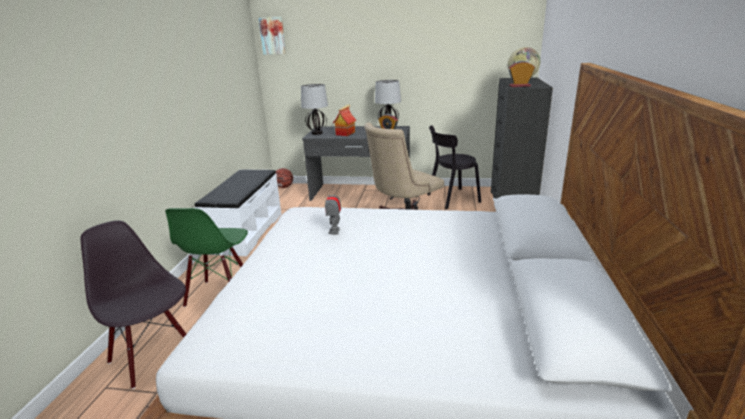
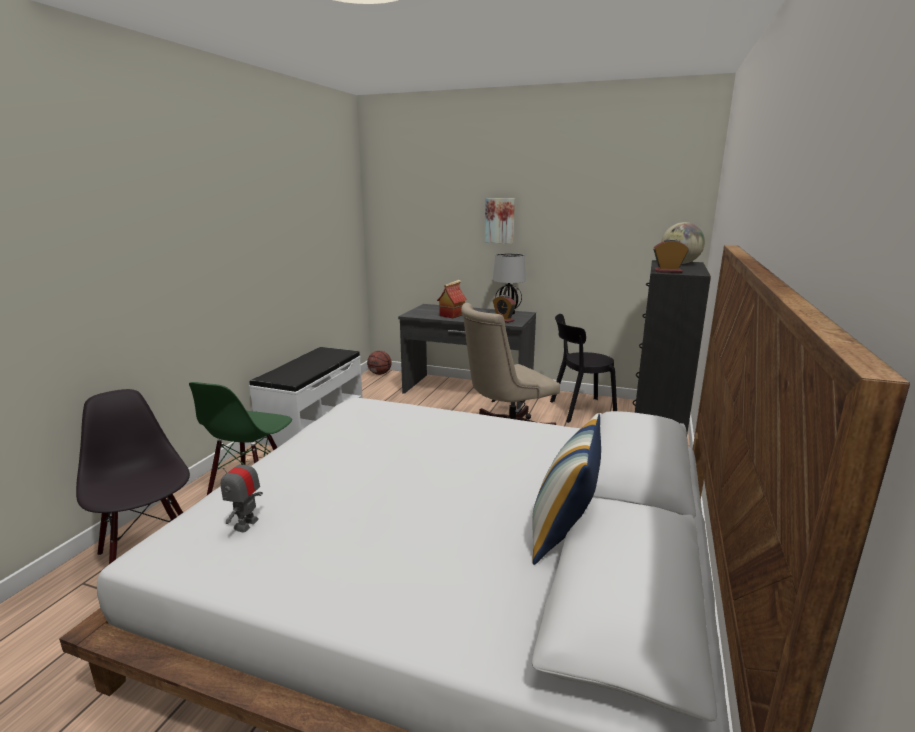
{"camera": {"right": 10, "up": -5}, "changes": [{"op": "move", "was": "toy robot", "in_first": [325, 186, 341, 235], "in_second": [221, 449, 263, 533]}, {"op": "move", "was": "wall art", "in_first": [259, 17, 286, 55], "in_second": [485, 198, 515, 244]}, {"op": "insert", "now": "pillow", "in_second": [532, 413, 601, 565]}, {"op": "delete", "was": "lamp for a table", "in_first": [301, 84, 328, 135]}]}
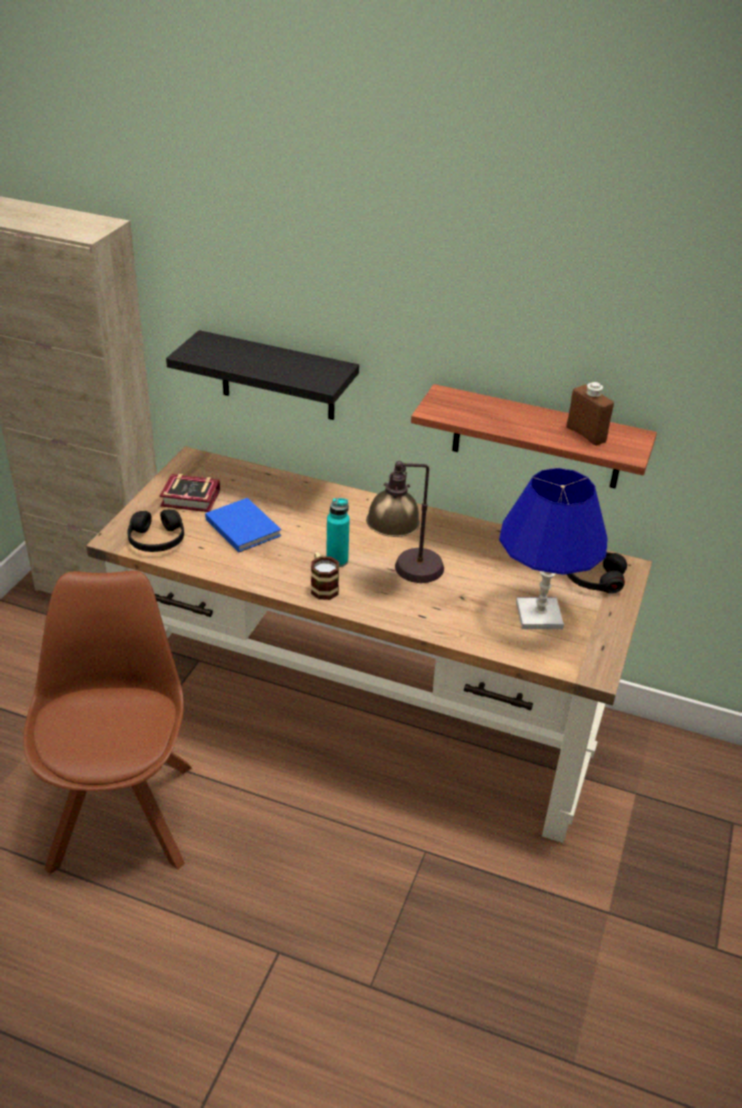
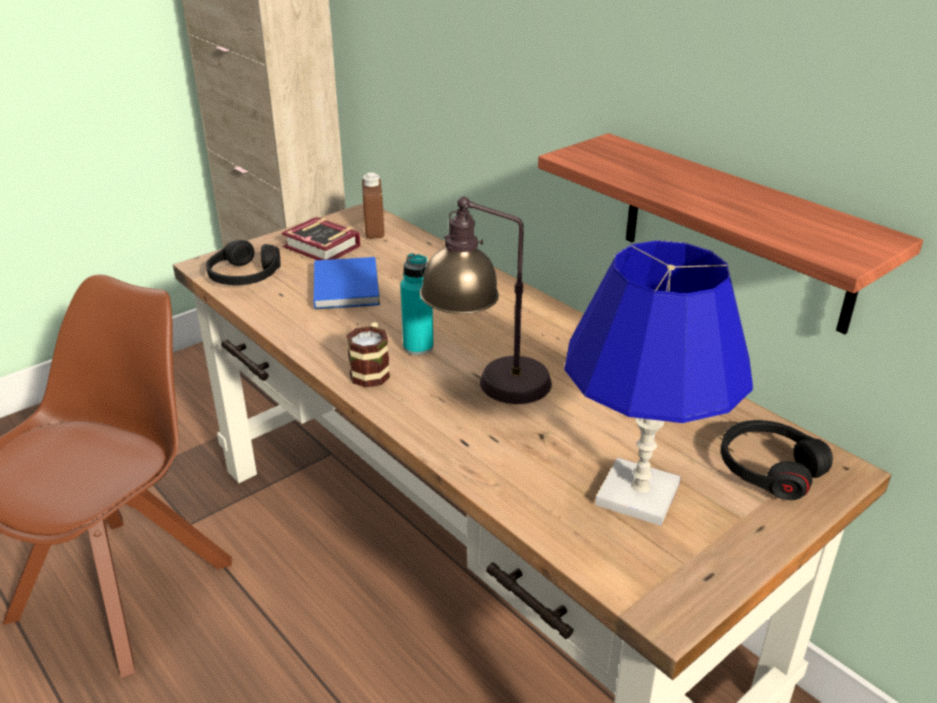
{"camera": {"right": 30, "up": -5}, "changes": [{"op": "move", "was": "brownish bottle", "in_first": [566, 382, 614, 446], "in_second": [362, 172, 384, 239]}, {"op": "delete", "was": "black shelf", "in_first": [166, 330, 359, 420]}]}
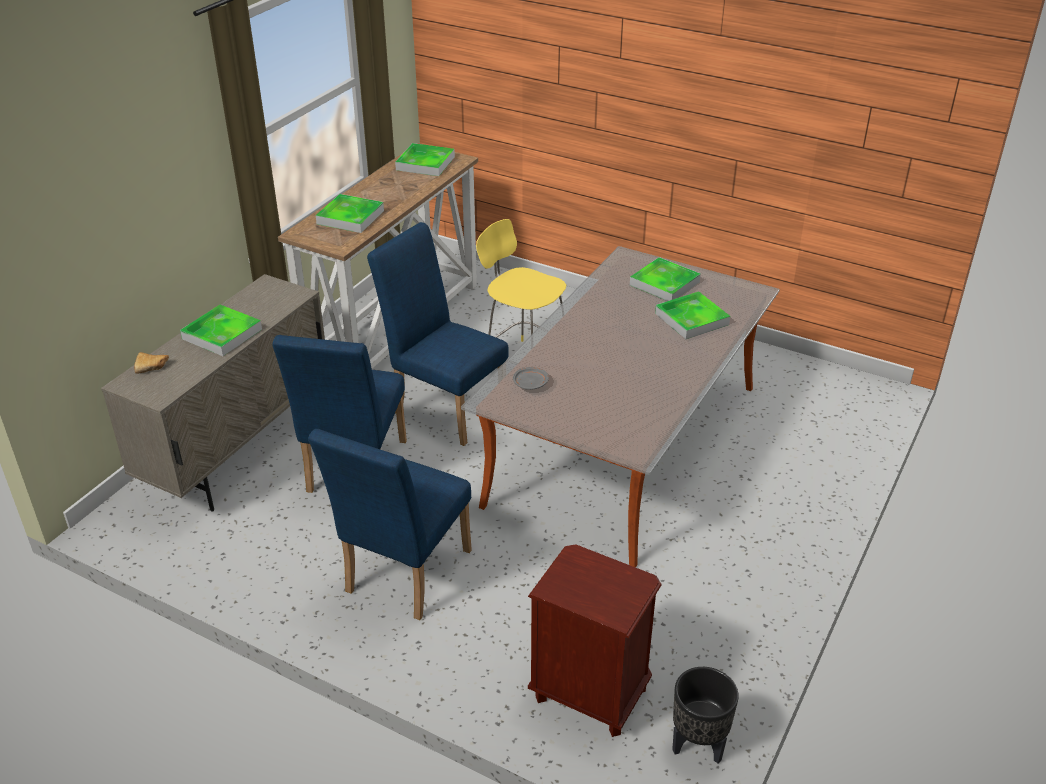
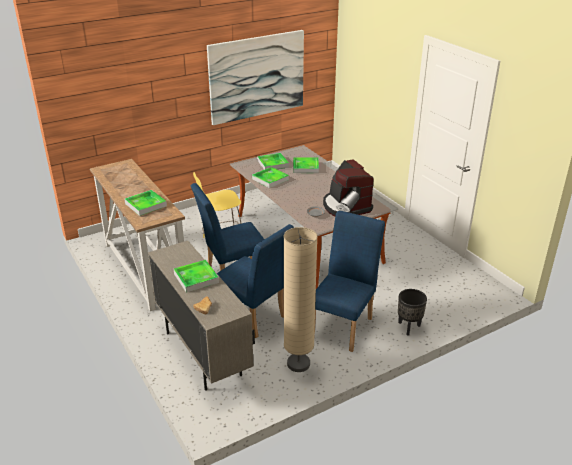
{"camera": {"right": -60, "up": -5}, "changes": [{"op": "insert", "now": "wall art", "in_second": [207, 30, 304, 125]}, {"op": "move", "was": "tray", "in_first": [395, 143, 455, 176], "in_second": [252, 167, 289, 188]}, {"op": "insert", "now": "beige standard lamp", "in_second": [283, 227, 318, 372]}, {"op": "rotate", "was": "blue chair", "in_first": [308, 429, 472, 620], "in_second": [314, 211, 385, 352], "clockwise": -120}, {"op": "insert", "now": "coffee maker", "in_second": [323, 159, 374, 216]}, {"op": "move", "was": "black flower pot", "in_first": [672, 667, 739, 763], "in_second": [398, 289, 427, 336]}, {"op": "delete", "was": "brownish nightstand", "in_first": [528, 544, 662, 737]}]}
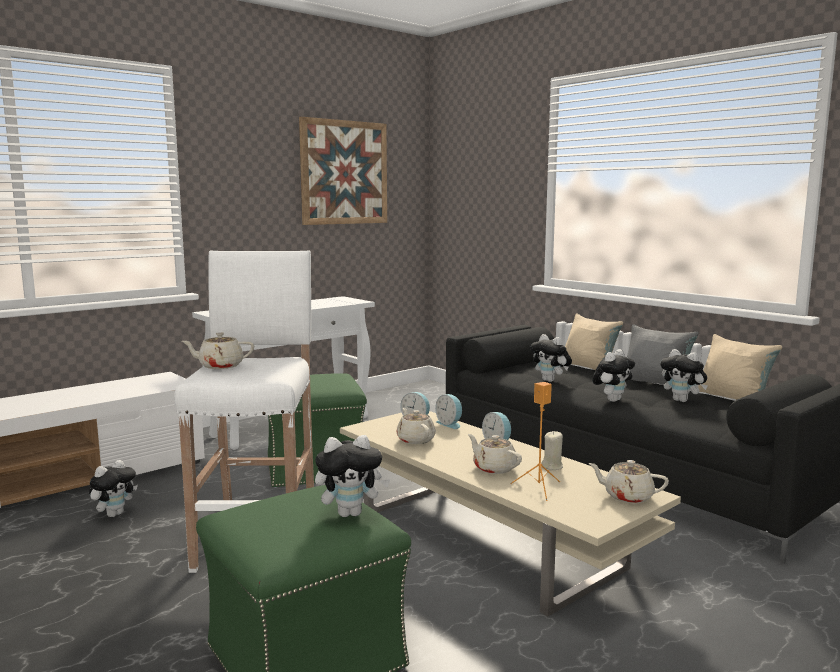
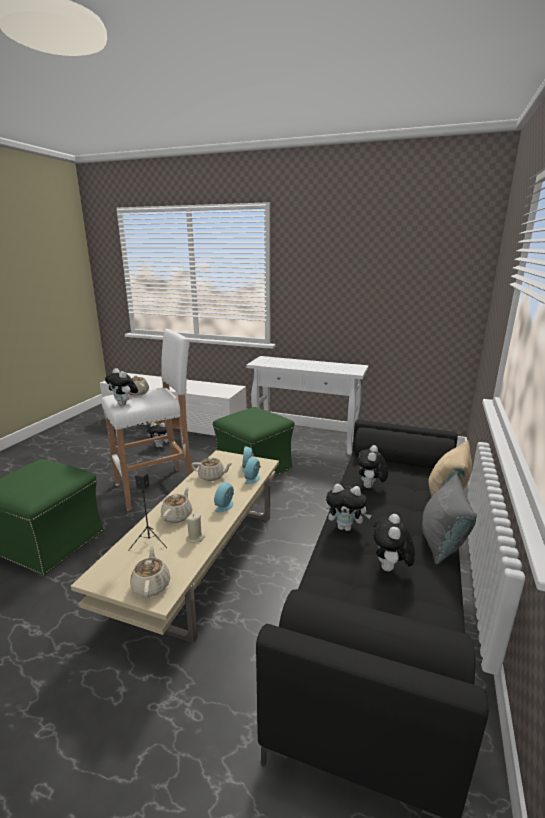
{"camera": {"right": 60, "up": 10}, "changes": [{"op": "move", "was": "cuddly toy", "in_first": [315, 435, 390, 517], "in_second": [105, 368, 138, 406]}, {"op": "recolor", "was": "orange-coloured loudspeaker", "now": "black loudspeaker", "in_first": [510, 382, 560, 501], "in_second": [129, 471, 167, 549]}, {"op": "rotate", "was": "beige tea pot", "in_first": [396, 408, 436, 444], "in_second": [191, 457, 233, 481], "clockwise": 60}, {"op": "delete", "was": "wall art", "in_first": [299, 117, 387, 225]}, {"op": "delete", "was": "beige pillow", "in_first": [698, 334, 782, 400]}]}
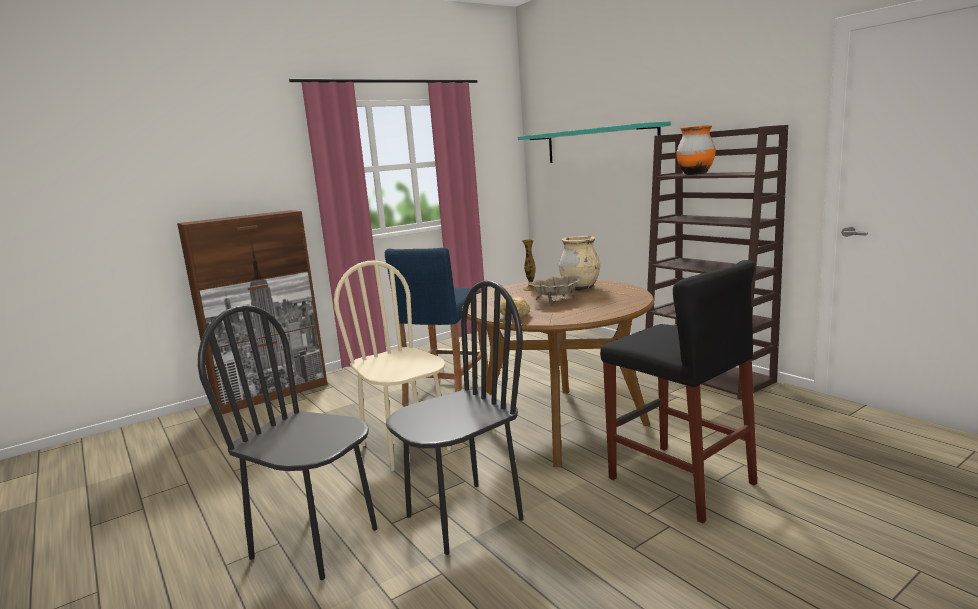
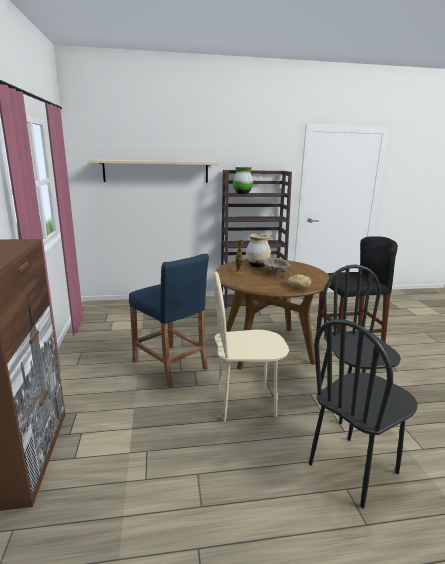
{"camera": {"right": -65, "up": 5}, "changes": [{"op": "recolor", "was": "turquoise-coloured shelf", "now": "beige shelf", "in_first": [518, 121, 671, 163], "in_second": [89, 160, 219, 183]}, {"op": "recolor", "was": "orange-coloured vase", "now": "green-coloured vase", "in_first": [676, 125, 716, 175], "in_second": [233, 167, 253, 194]}]}
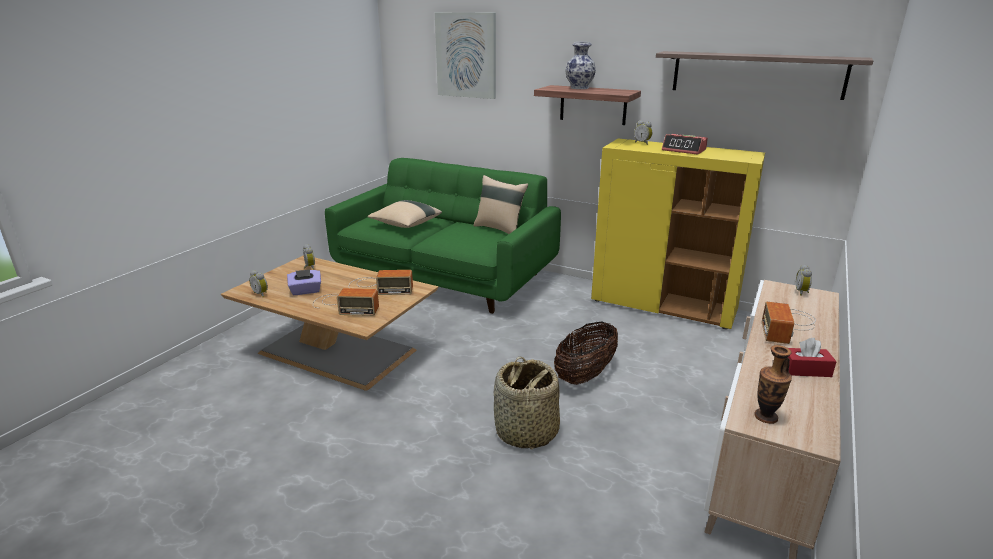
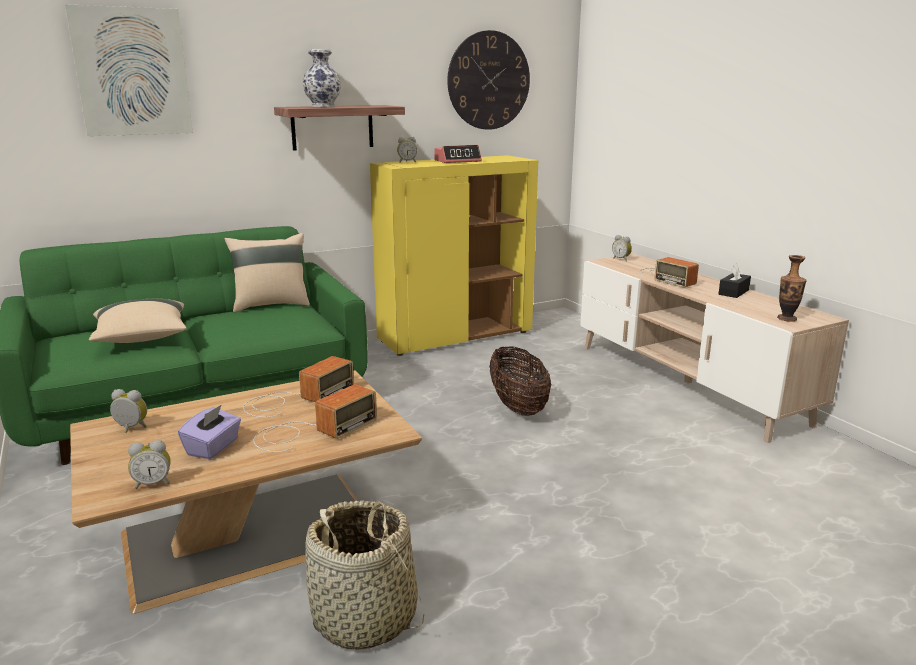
{"camera": {"right": -55, "up": -5}, "changes": [{"op": "move", "was": "basket", "in_first": [494, 356, 560, 450], "in_second": [305, 500, 424, 650]}, {"op": "replace", "was": "shelf", "now": "wall clock", "in_first": [656, 51, 874, 100], "in_second": [447, 30, 530, 130]}, {"op": "recolor", "was": "red tissue box", "now": "black tissue box", "in_first": [788, 338, 837, 377], "in_second": [718, 263, 751, 298]}]}
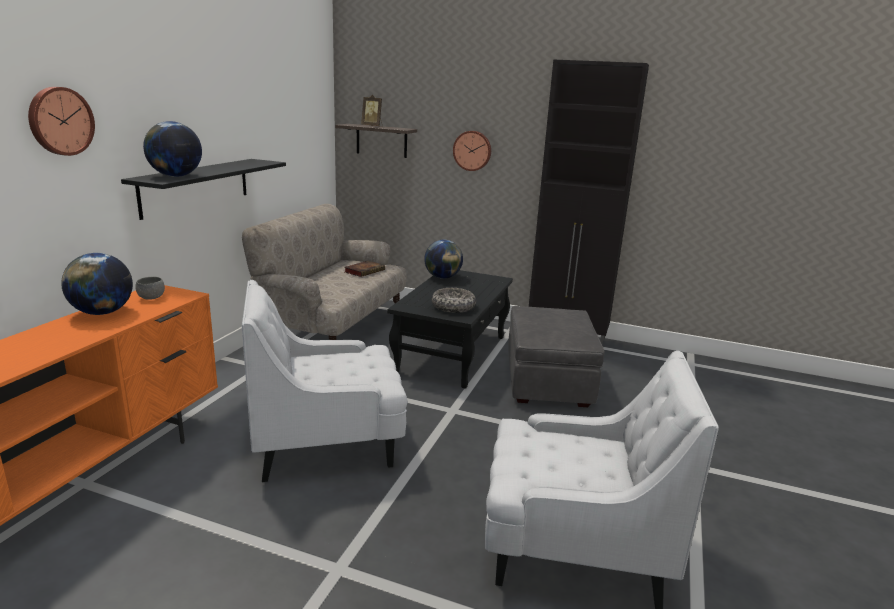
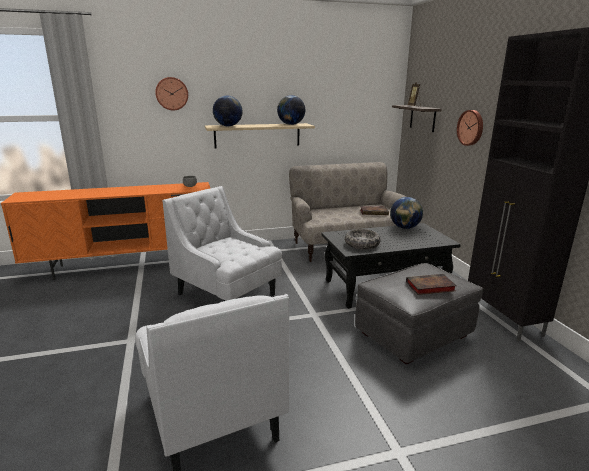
{"camera": {"right": 55, "up": 0}, "changes": [{"op": "recolor", "was": "black shelf", "now": "beige shelf", "in_first": [121, 159, 286, 220], "in_second": [205, 123, 315, 148]}, {"op": "move", "was": "desk globe", "in_first": [61, 253, 133, 315], "in_second": [277, 95, 305, 125]}, {"op": "insert", "now": "book", "in_second": [406, 274, 457, 295]}]}
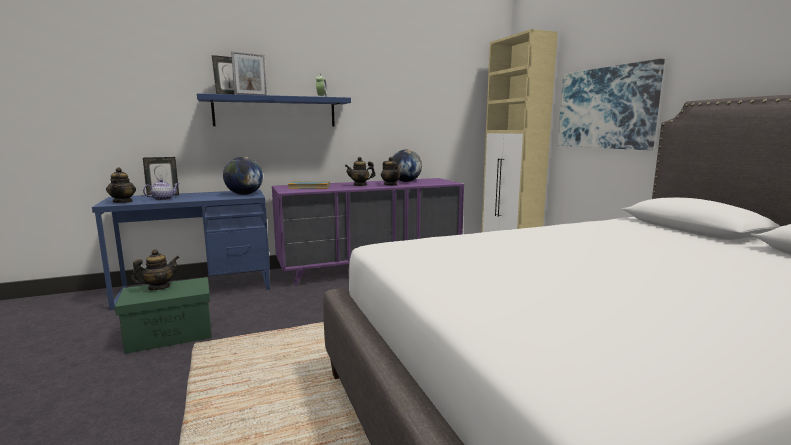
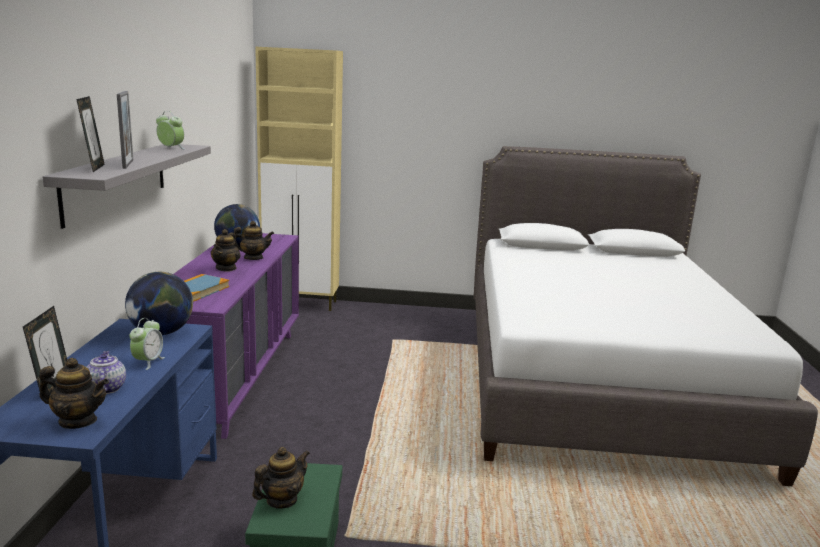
{"camera": {"right": -65, "up": 5}, "changes": [{"op": "recolor", "was": "blue shelf", "now": "grey shelf", "in_first": [197, 93, 351, 126], "in_second": [42, 144, 211, 229]}, {"op": "insert", "now": "alarm clock", "in_second": [130, 318, 165, 370]}, {"op": "rotate", "was": "tea pot", "in_first": [132, 249, 179, 290], "in_second": [252, 447, 310, 509], "clockwise": 60}, {"op": "delete", "was": "wall art", "in_first": [558, 59, 665, 150]}]}
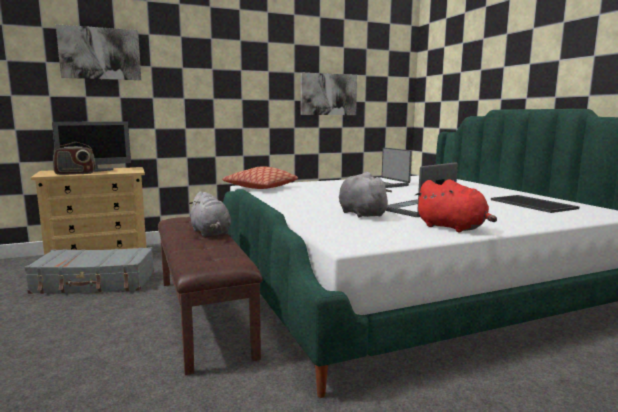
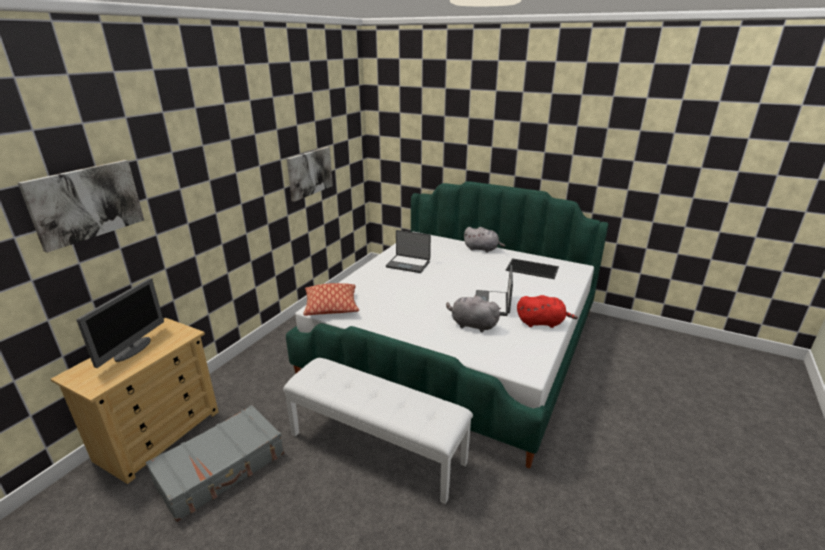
{"camera": {"right": -40, "up": 15}, "changes": [{"op": "recolor", "was": "brownish long seat", "now": "whitish long seat", "in_first": [158, 217, 263, 375], "in_second": [283, 358, 473, 504]}, {"op": "move", "was": "grey cuddly toy", "in_first": [189, 192, 231, 237], "in_second": [464, 227, 505, 252]}, {"op": "delete", "was": "radio", "in_first": [53, 142, 96, 175]}]}
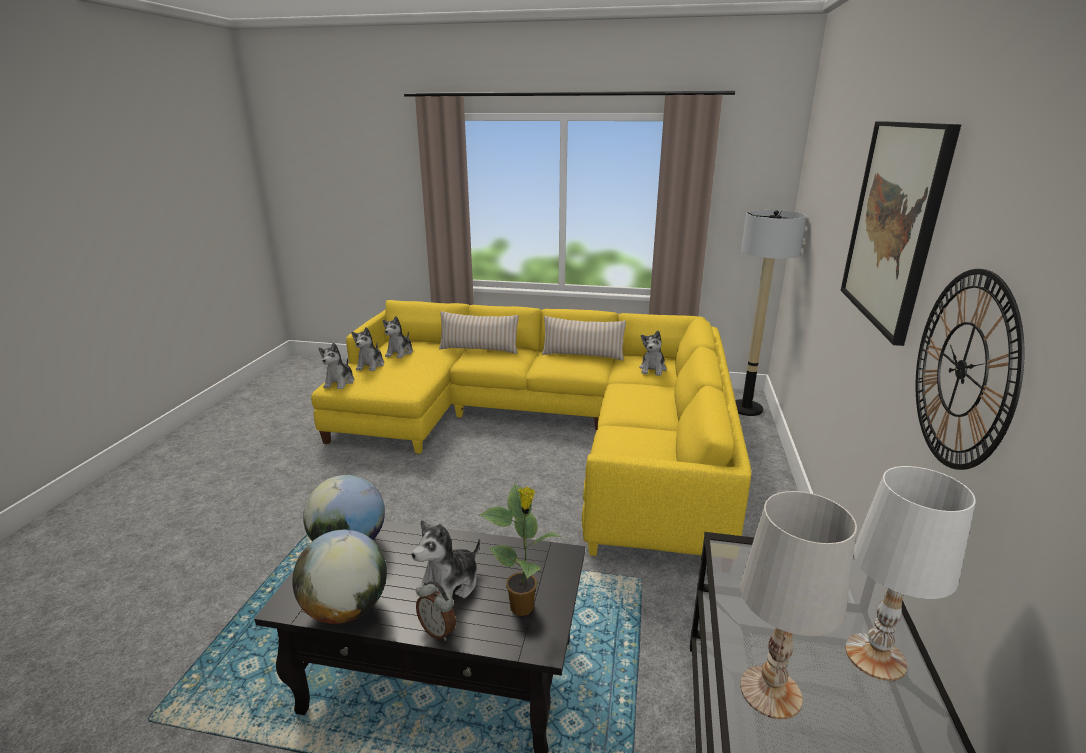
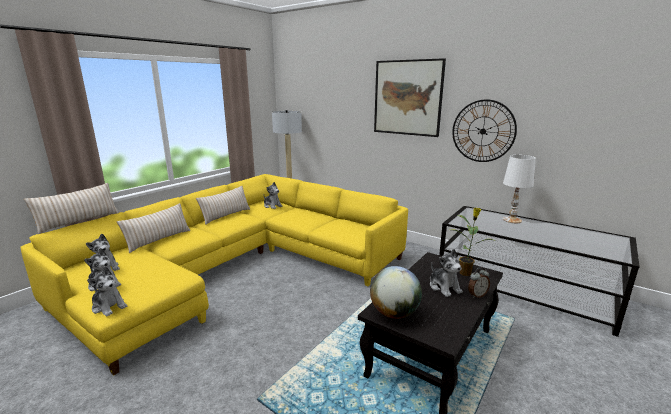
{"camera": {"right": -65, "up": -5}, "changes": [{"op": "insert", "now": "beige pillow", "in_second": [24, 183, 119, 234]}, {"op": "delete", "was": "desk globe", "in_first": [292, 530, 387, 624]}, {"op": "delete", "was": "whitish lamp for a table", "in_first": [740, 491, 857, 719]}]}
